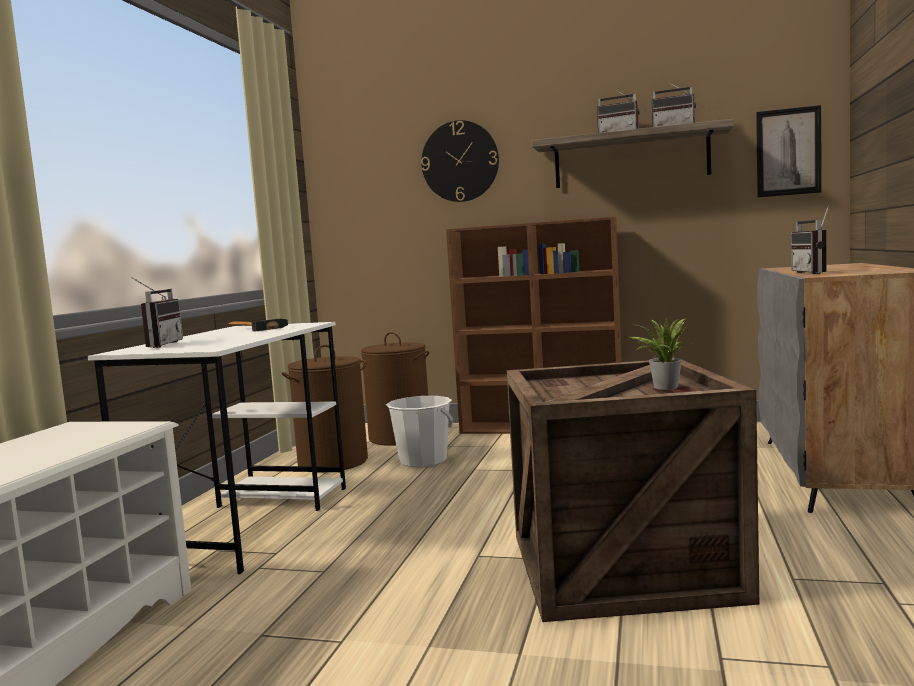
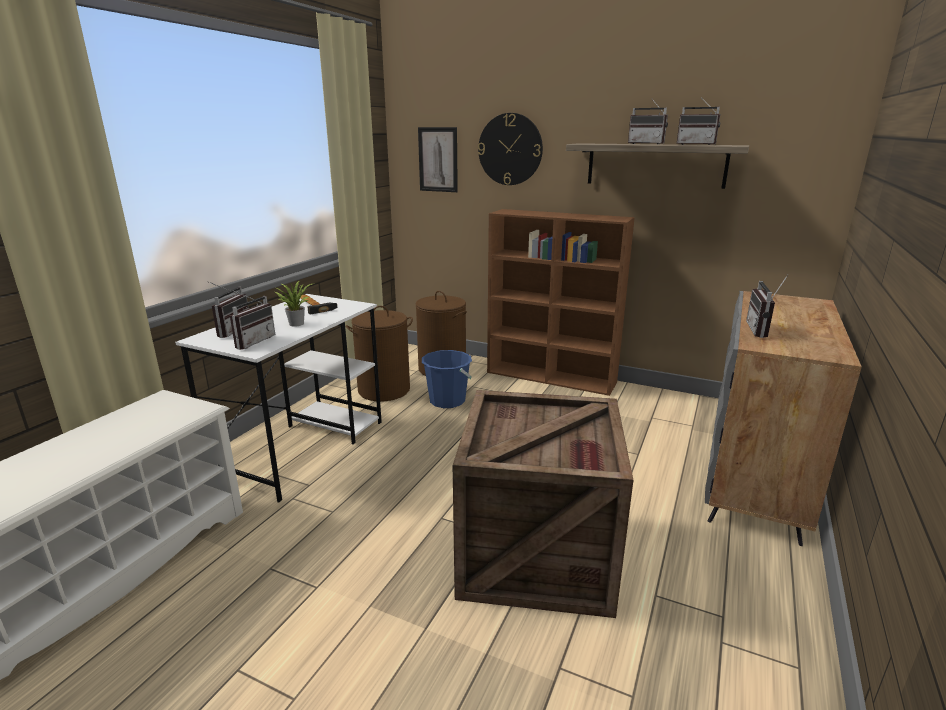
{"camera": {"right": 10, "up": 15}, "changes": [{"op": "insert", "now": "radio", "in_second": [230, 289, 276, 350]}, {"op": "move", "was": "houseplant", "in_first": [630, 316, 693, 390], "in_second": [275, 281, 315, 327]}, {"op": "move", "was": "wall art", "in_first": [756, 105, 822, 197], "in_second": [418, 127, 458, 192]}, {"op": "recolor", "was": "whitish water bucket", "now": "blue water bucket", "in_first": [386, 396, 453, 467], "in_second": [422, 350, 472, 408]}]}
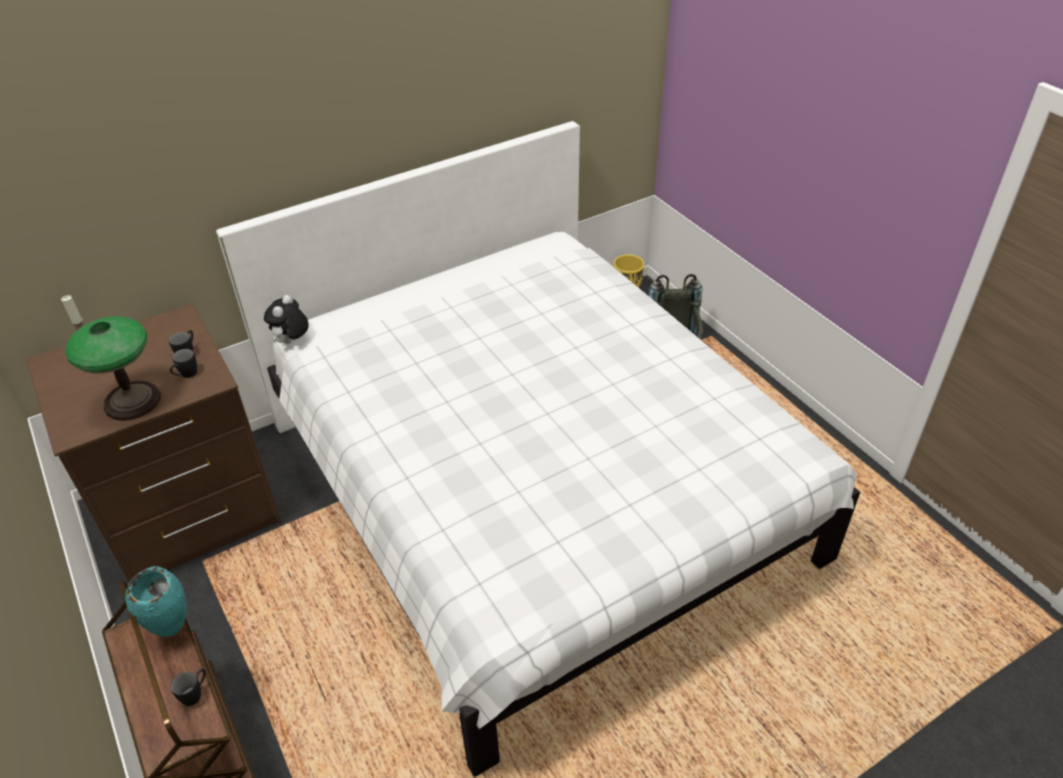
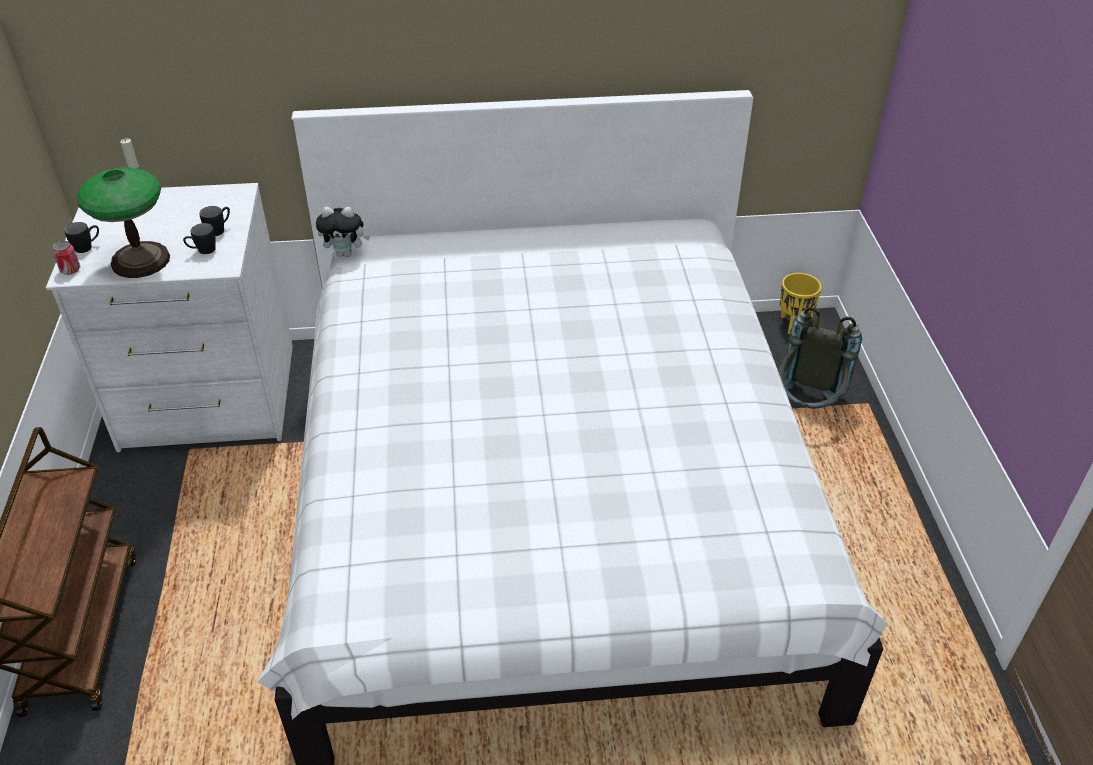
{"camera": {"right": 25, "up": 0}, "changes": [{"op": "recolor", "was": "brownish dresser", "now": "whitish dresser", "in_first": [26, 304, 282, 582], "in_second": [46, 183, 293, 452]}, {"op": "insert", "now": "metal can", "in_second": [52, 241, 80, 275]}, {"op": "move", "was": "black mug", "in_first": [171, 668, 206, 706], "in_second": [64, 222, 99, 253]}, {"op": "rotate", "was": "cuddly toy", "in_first": [264, 295, 309, 344], "in_second": [316, 207, 370, 257], "clockwise": -135}, {"op": "delete", "was": "turquoise-coloured vase", "in_first": [125, 566, 186, 637]}]}
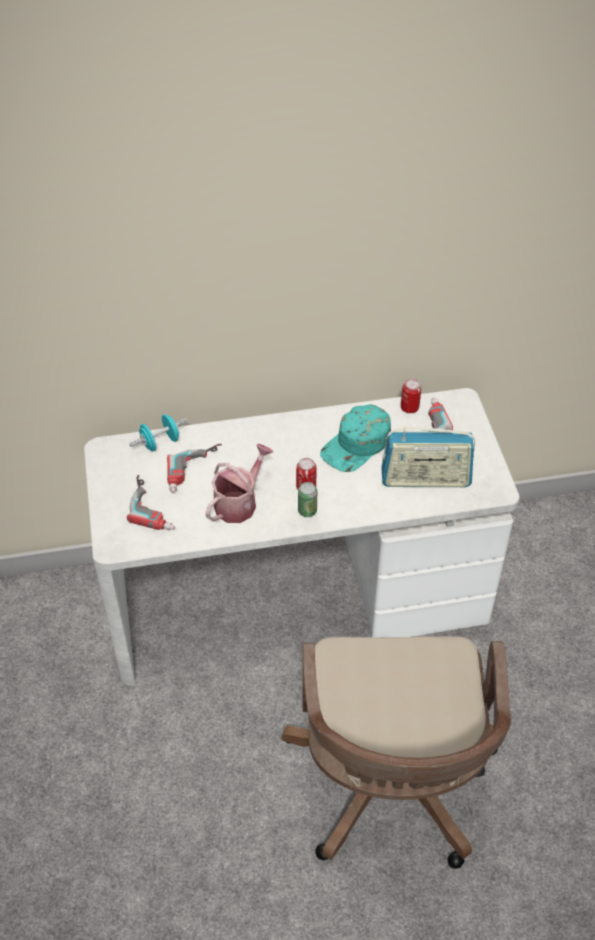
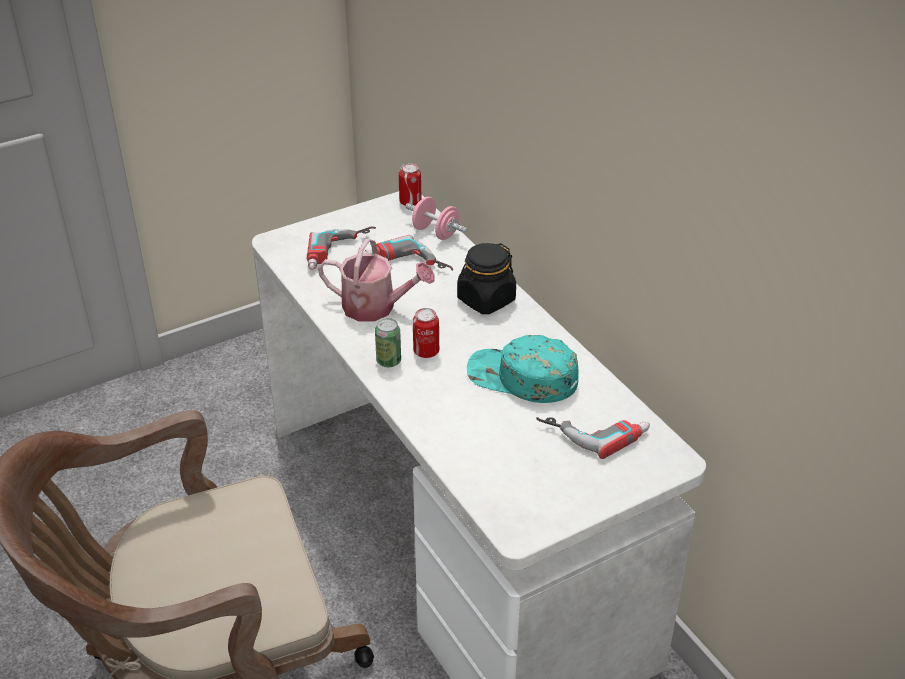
{"camera": {"right": 70, "up": -10}, "changes": [{"op": "move", "was": "metal can", "in_first": [401, 378, 421, 413], "in_second": [399, 163, 422, 206]}, {"op": "recolor", "was": "turquoise-coloured free weight", "now": "pink free weight", "in_first": [129, 414, 188, 451], "in_second": [405, 197, 468, 240]}, {"op": "insert", "now": "black storage jar", "in_second": [457, 243, 516, 314]}, {"op": "delete", "was": "radio", "in_first": [381, 427, 475, 487]}]}
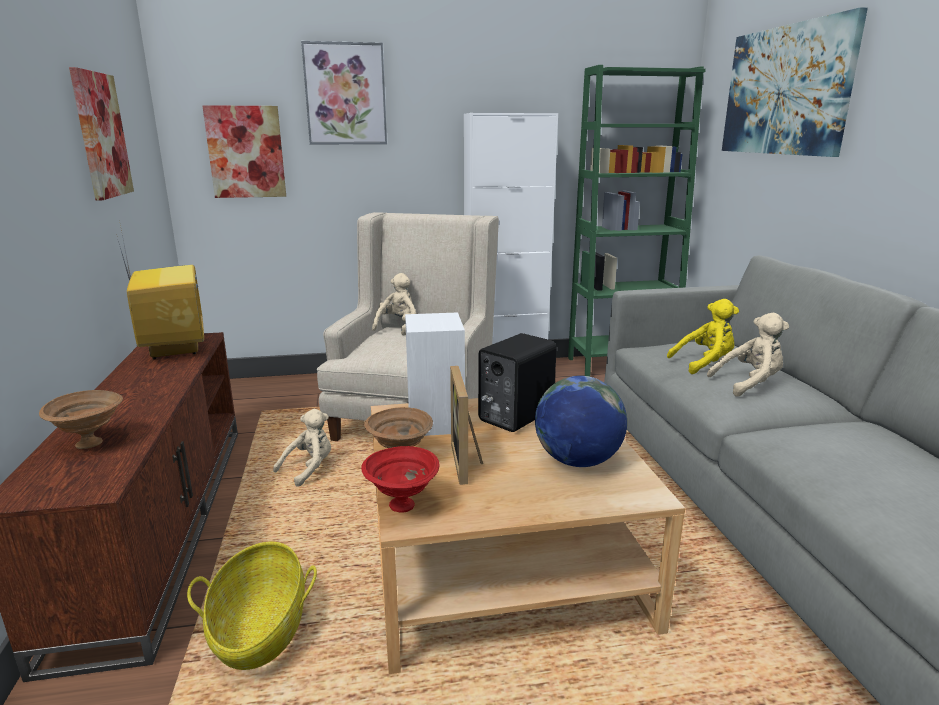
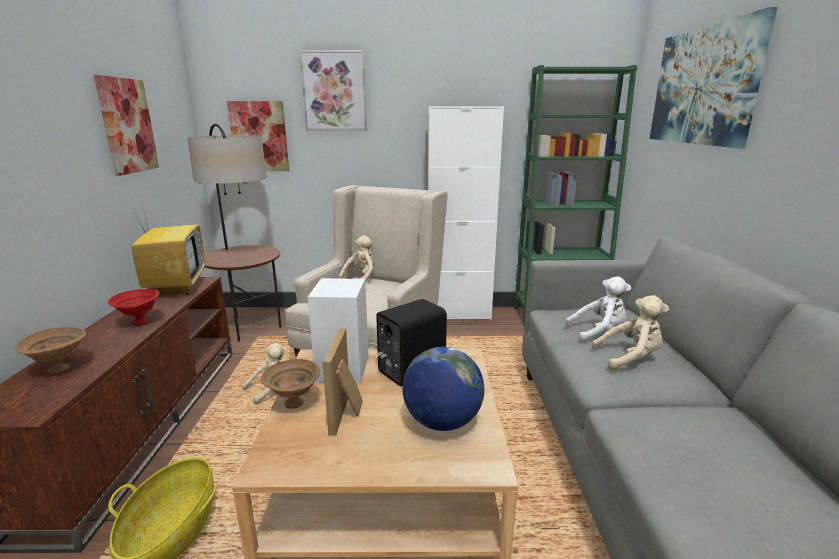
{"camera": {"right": 10, "up": 0}, "changes": [{"op": "move", "was": "red deep dish", "in_first": [361, 446, 440, 513], "in_second": [108, 289, 160, 325]}, {"op": "insert", "now": "standard lamp", "in_second": [187, 123, 282, 342]}, {"op": "recolor", "was": "yellowish cuddly toy", "now": "whitish cuddly toy", "in_first": [667, 299, 739, 374], "in_second": [565, 277, 631, 343]}]}
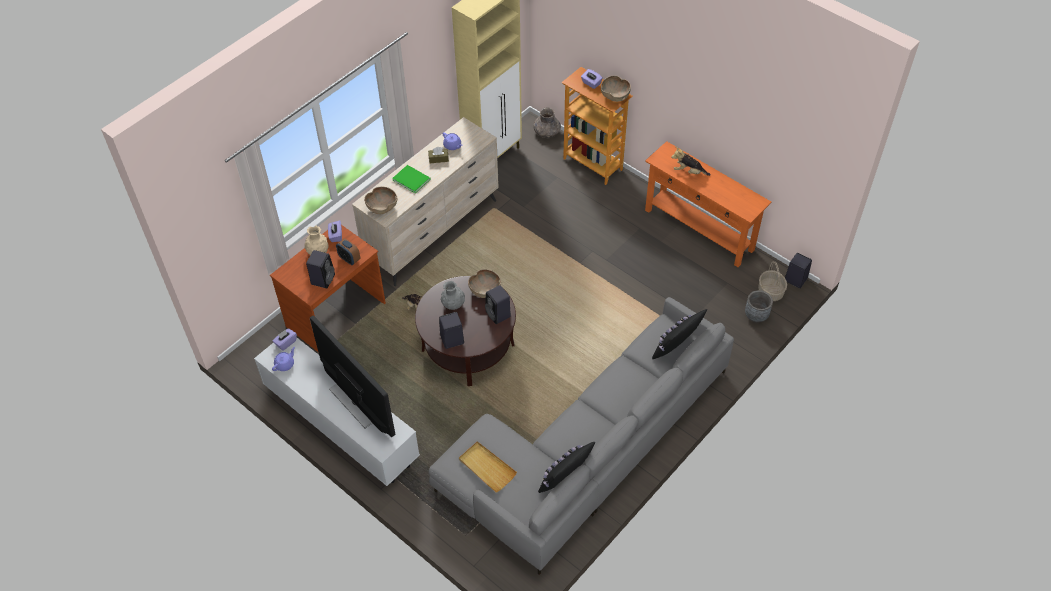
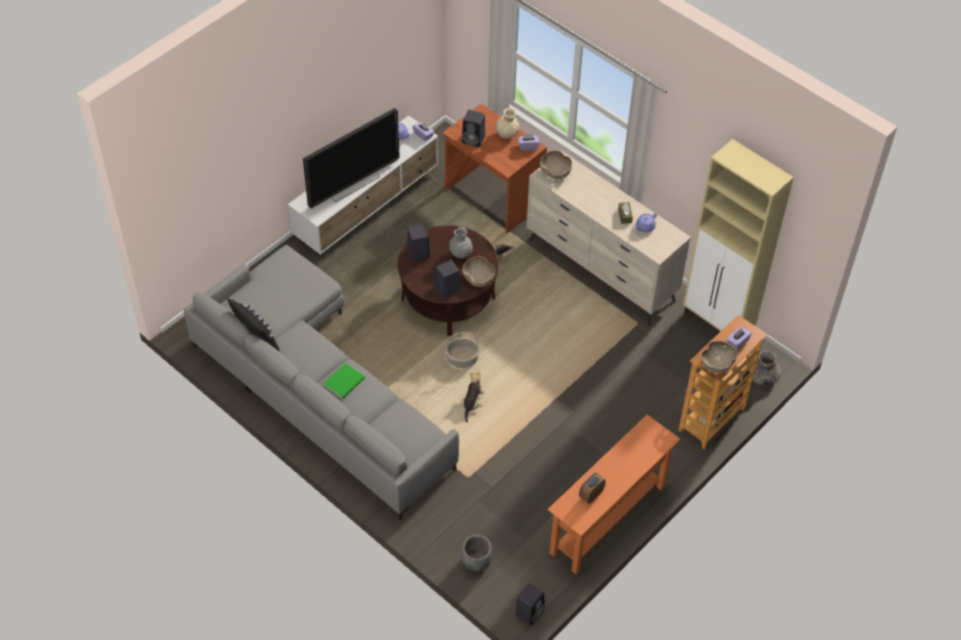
{"camera": {"right": 90, "up": 0}, "changes": [{"op": "move", "was": "green-coloured book", "in_first": [392, 165, 431, 193], "in_second": [323, 363, 365, 399]}, {"op": "move", "was": "basket", "in_first": [758, 261, 787, 301], "in_second": [445, 332, 480, 368]}, {"op": "move", "was": "cuddly toy", "in_first": [671, 147, 711, 176], "in_second": [462, 371, 485, 422]}, {"op": "move", "was": "alarm clock", "in_first": [336, 238, 360, 265], "in_second": [579, 473, 606, 504]}, {"op": "delete", "was": "beige tray", "in_first": [459, 441, 517, 493]}, {"op": "delete", "was": "black pillow", "in_first": [652, 309, 707, 359]}]}
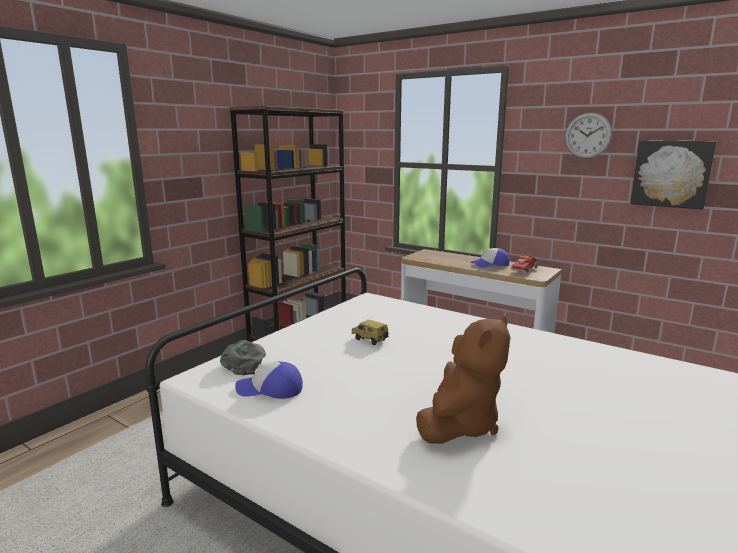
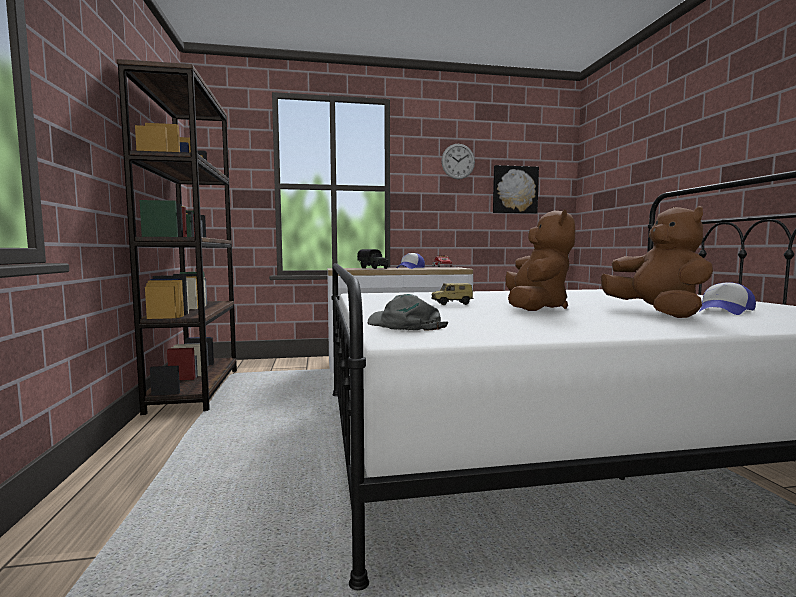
{"camera": {"right": -45, "up": -10}, "changes": [{"op": "insert", "now": "toy truck", "in_second": [357, 249, 389, 269]}, {"op": "insert", "now": "brownish cuddly toy", "in_second": [505, 209, 576, 311]}, {"op": "move", "was": "baseball cap", "in_first": [235, 361, 303, 399], "in_second": [699, 282, 756, 315]}]}
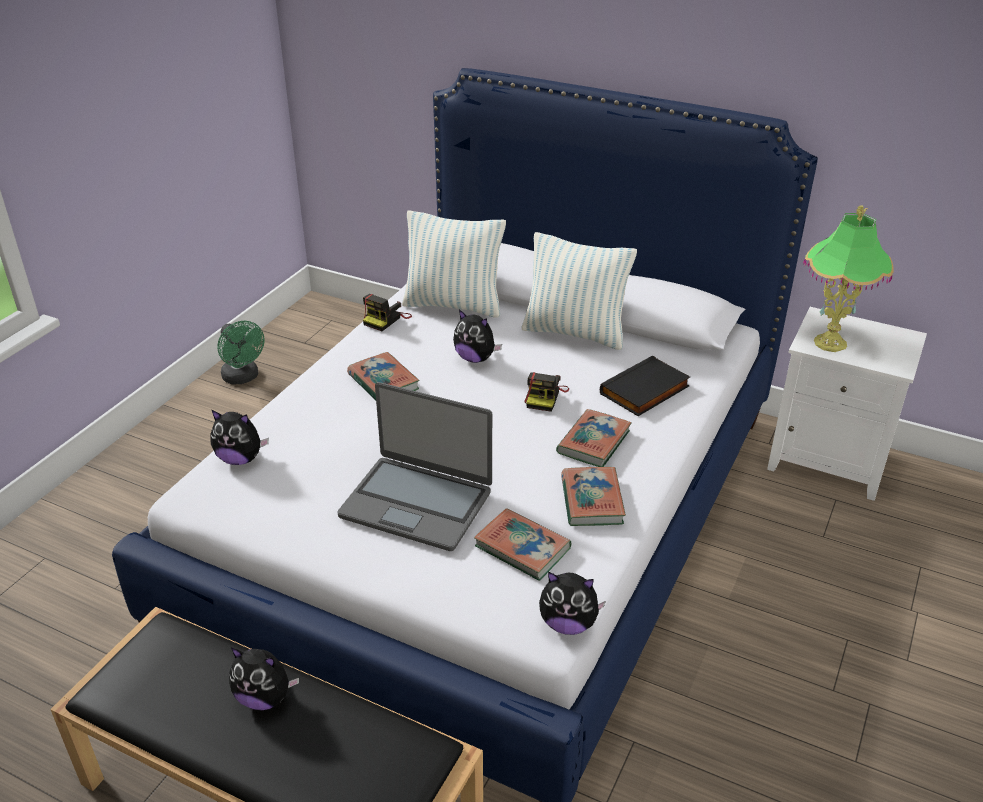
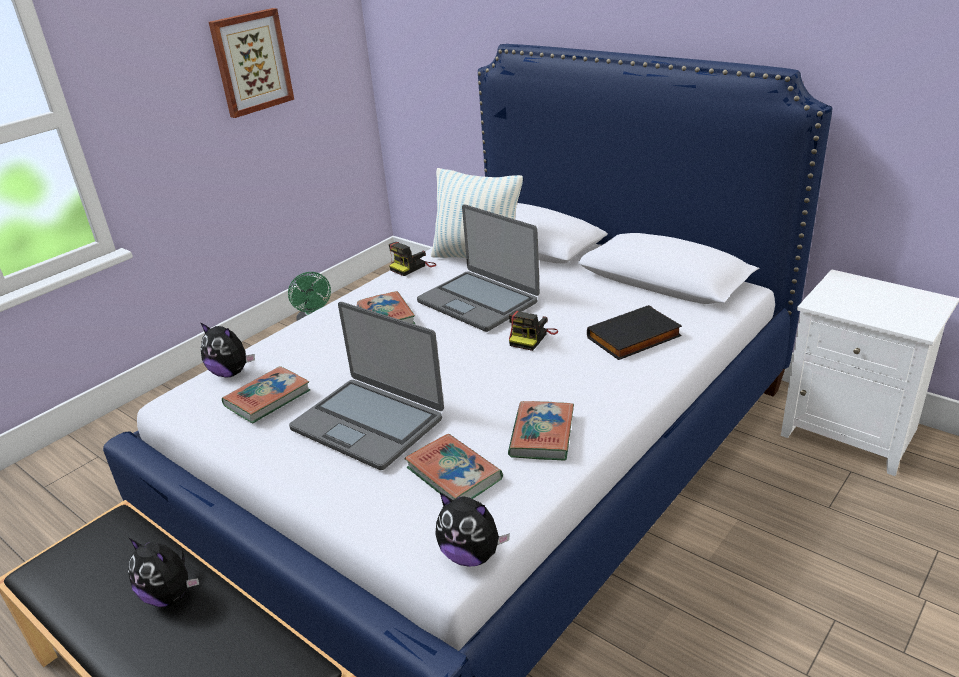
{"camera": {"right": 15, "up": -5}, "changes": [{"op": "insert", "now": "wall art", "in_second": [209, 8, 294, 118]}, {"op": "move", "was": "book", "in_first": [556, 409, 632, 467], "in_second": [222, 366, 310, 423]}, {"op": "replace", "was": "cuddly toy", "now": "notebook computer", "in_first": [453, 310, 502, 363], "in_second": [417, 204, 540, 332]}, {"op": "delete", "was": "pillow", "in_first": [522, 232, 637, 350]}, {"op": "delete", "was": "lamp for a table", "in_first": [803, 205, 894, 352]}]}
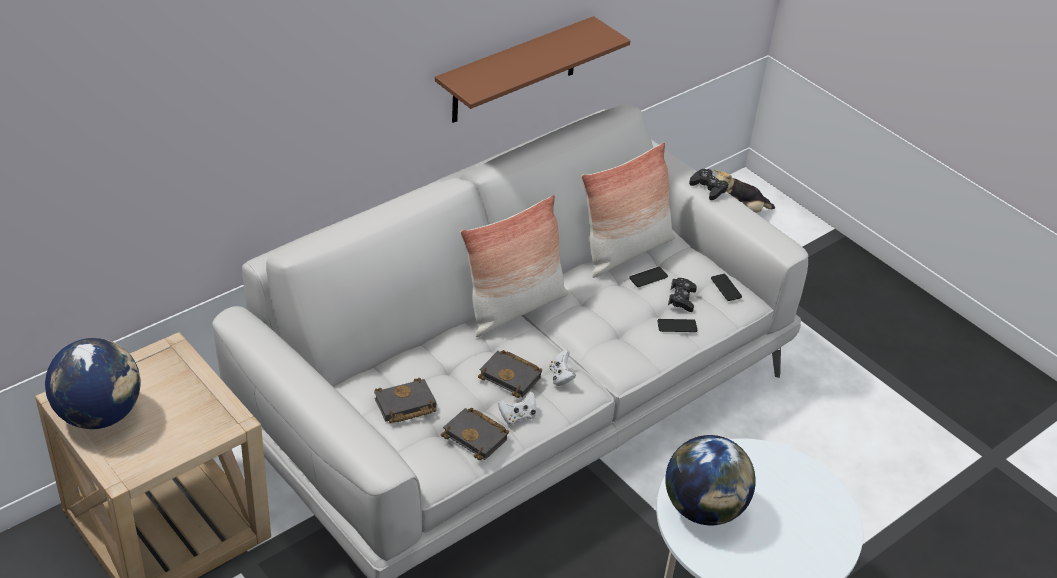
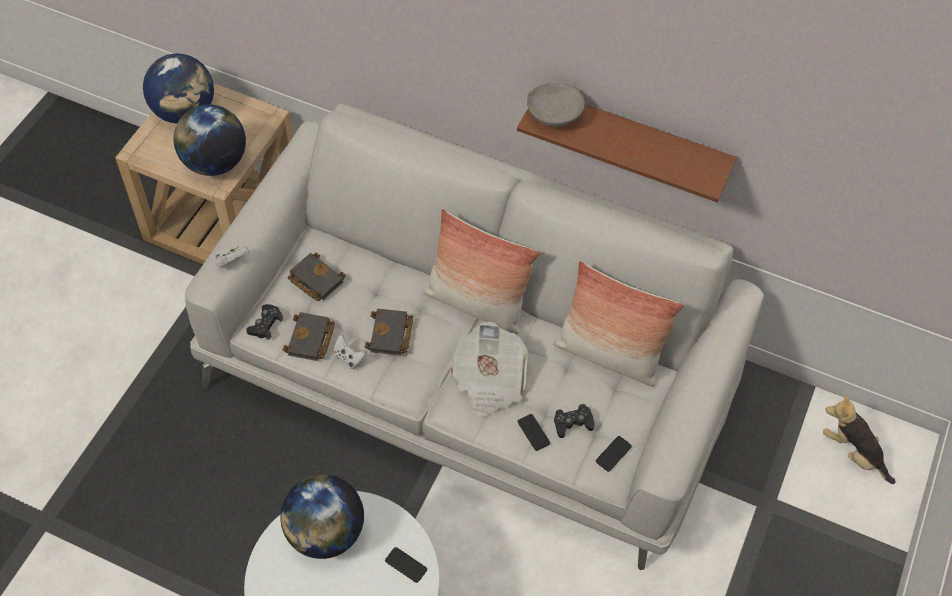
{"camera": {"right": 65, "up": 15}, "changes": [{"op": "insert", "now": "desk globe", "in_second": [174, 104, 246, 176]}, {"op": "move", "was": "whitish game controller", "in_first": [549, 350, 576, 386], "in_second": [215, 246, 249, 267]}, {"op": "move", "was": "black game controller", "in_first": [689, 169, 729, 200], "in_second": [246, 304, 283, 340]}, {"op": "move", "was": "phone", "in_first": [629, 267, 668, 287], "in_second": [385, 547, 427, 583]}, {"op": "insert", "now": "daily paper", "in_second": [451, 322, 528, 417]}, {"op": "insert", "now": "grey deep dish", "in_second": [527, 82, 585, 127]}]}
